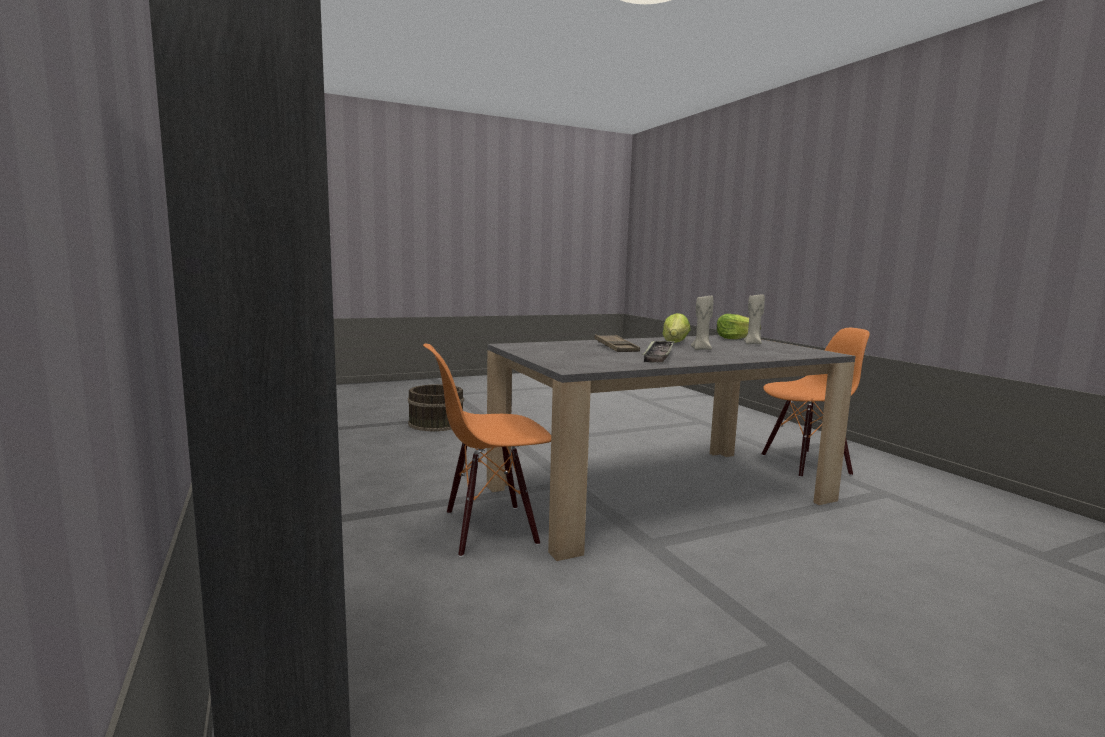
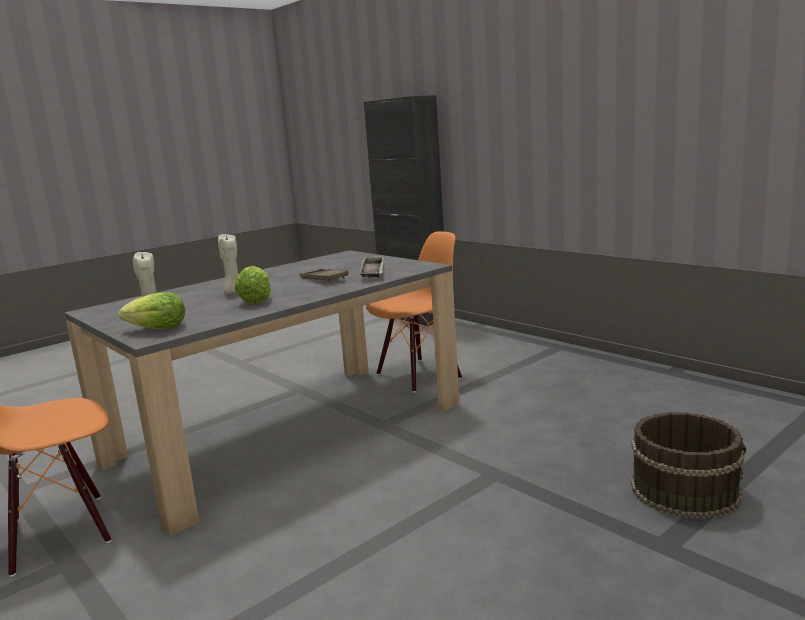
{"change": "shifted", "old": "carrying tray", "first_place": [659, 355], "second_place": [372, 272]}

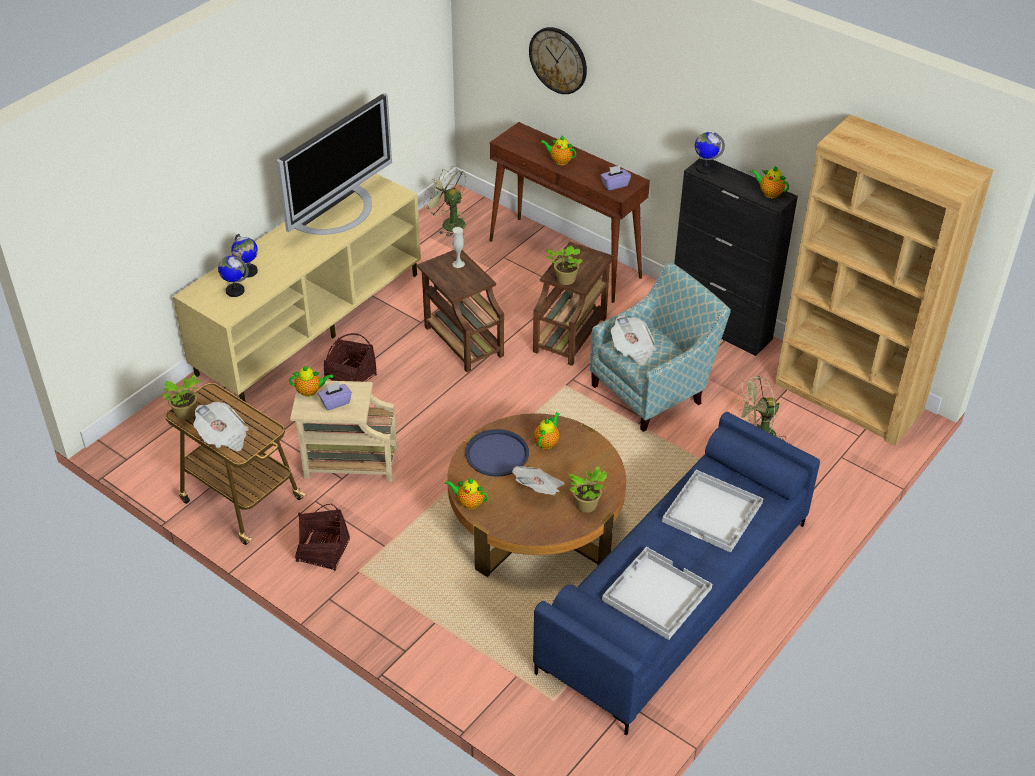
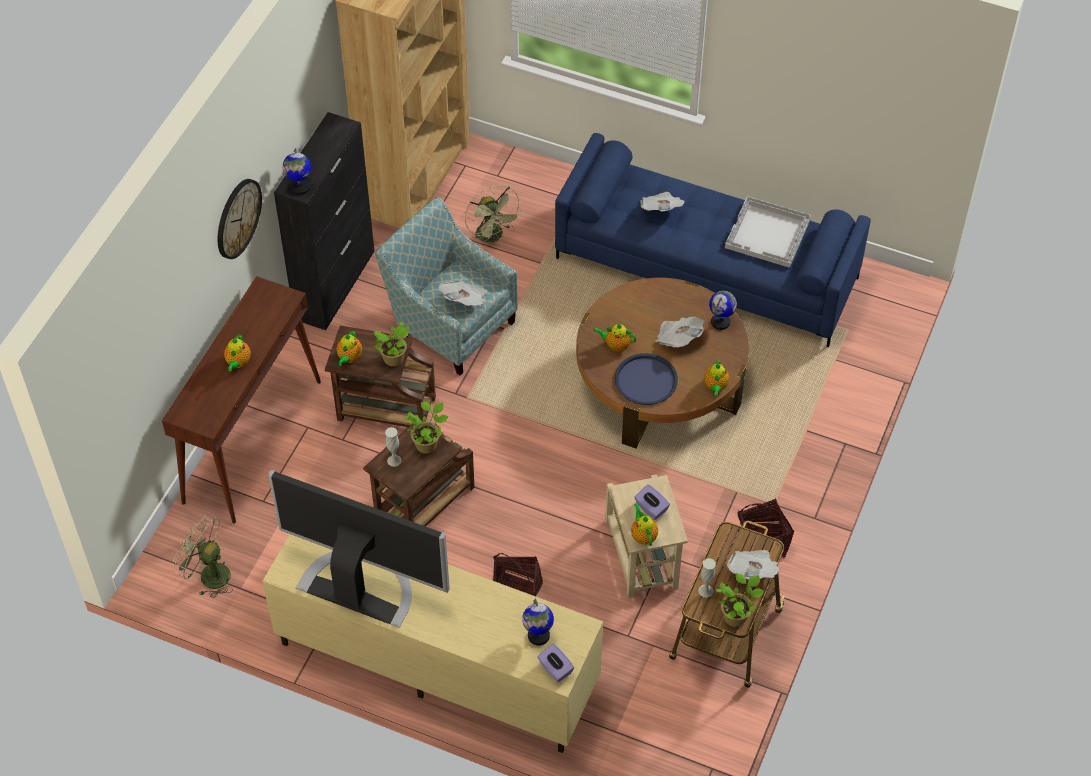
{"change": "shifted", "old": "desk globe", "first_place": [248, 271], "second_place": [720, 322]}
{"change": "rotated", "old": "electric fan (green-coloured)", "first_place": [448, 223], "second_place": [208, 574], "degrees": 90}
{"change": "shifted", "old": "wall clock", "first_place": [558, 60], "second_place": [237, 218]}
{"change": "shifted", "old": "houseplant", "first_place": [587, 506], "second_place": [427, 444]}
{"change": "shifted", "old": "tissue box (purple-coloured)", "first_place": [614, 185], "second_place": [555, 669]}
{"change": "swapped", "old": "carrying tray (white-coloured)", "new": "daily paper", "first_place": [713, 512], "second_place": [661, 210]}
{"change": "shifted", "old": "pot for tea", "first_place": [769, 193], "second_place": [349, 358]}
{"change": "new", "new": "flower vase (white-coloured)", "second_place": [705, 591]}

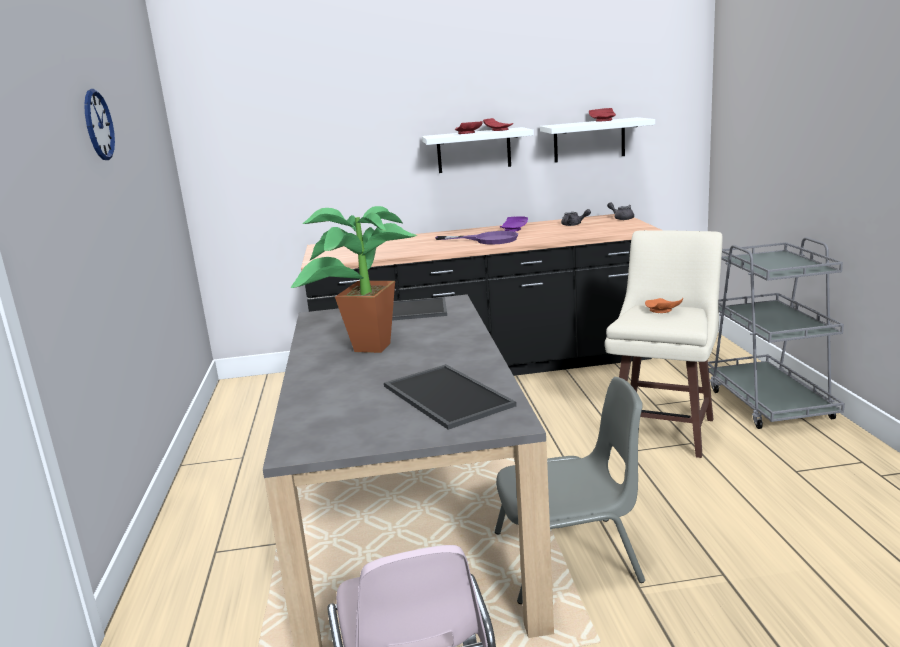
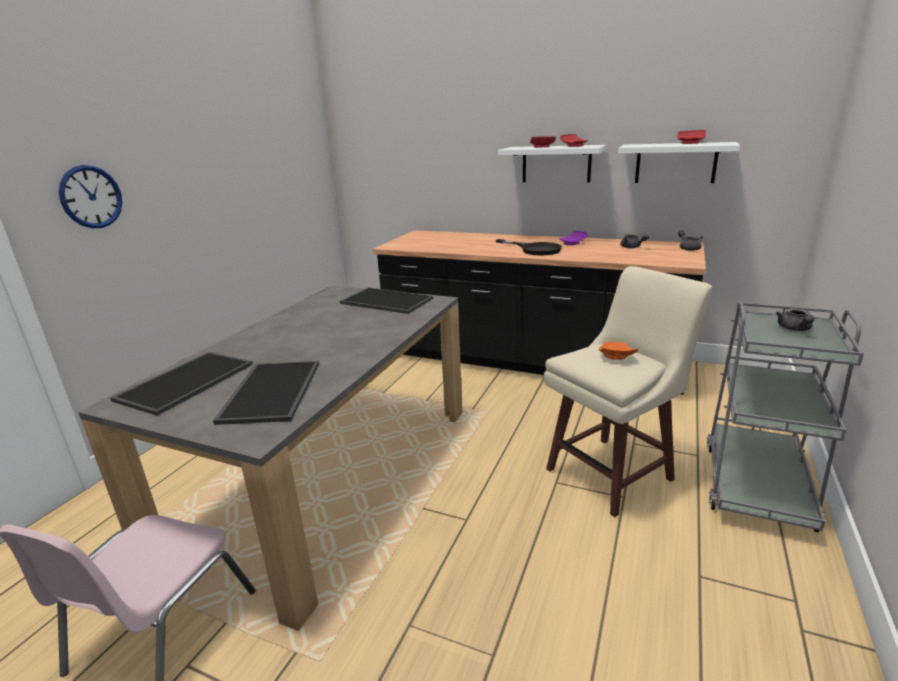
{"change": "shifted", "old": "wall clock", "first_place": [98, 125], "second_place": [91, 197]}
{"change": "gone", "old": "houseplant", "first_place": [365, 350]}
{"change": "repainted", "old": "pan (purple-coloured)", "new": "pan (black-coloured)", "first_place": [488, 240], "second_place": [535, 249]}
{"change": "gone", "old": "plain chair (gray)", "first_place": [568, 557]}
{"change": "new", "new": "carrying tray", "second_place": [186, 381]}
{"change": "new", "new": "pot for tea (gray)", "second_place": [795, 329]}

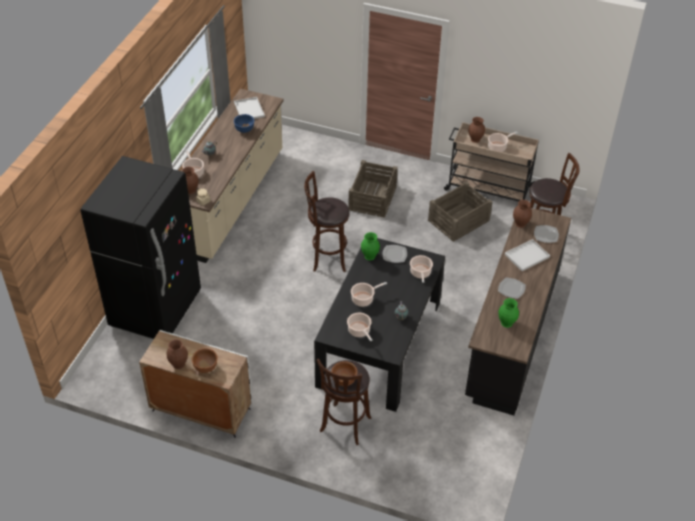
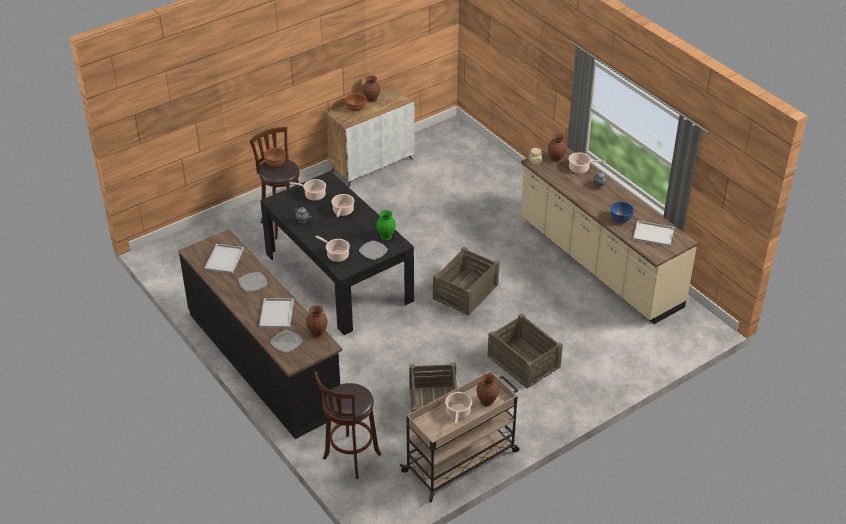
{"change": "gone", "old": "kitchen fridge (black-coloured)", "first_place": [156, 309]}
{"change": "swapped", "old": "stool (brown-coloured)", "new": "shipping crate", "first_place": [327, 258], "second_place": [466, 291]}
{"change": "swapped", "old": "flower vase (green-coloured)", "new": "carrying tray (white-coloured)", "first_place": [506, 322], "second_place": [224, 260]}

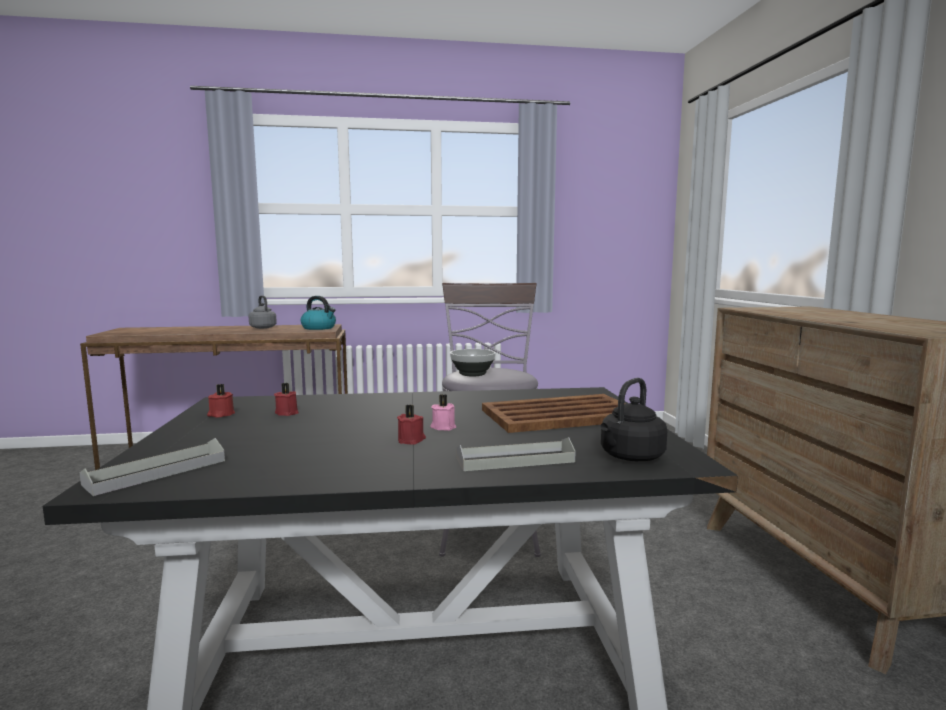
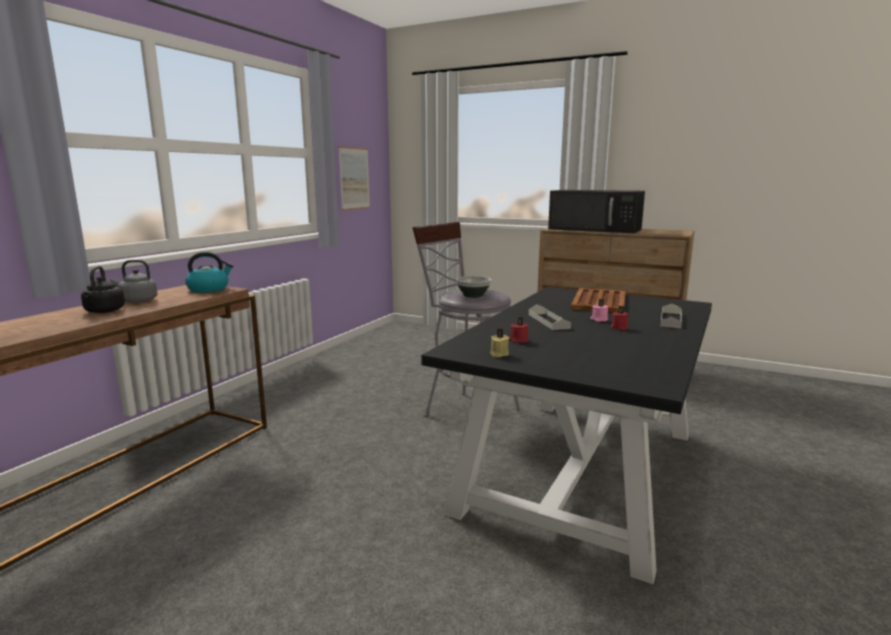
{"change": "shifted", "old": "carrying tray (gray)", "first_place": [157, 472], "second_place": [548, 321]}
{"change": "repainted", "old": "candle (red)", "new": "candle (beige)", "first_place": [220, 414], "second_place": [498, 354]}
{"change": "shifted", "old": "tea kettle (black-coloured)", "first_place": [630, 457], "second_place": [104, 311]}
{"change": "new", "new": "wall art", "second_place": [354, 178]}
{"change": "new", "new": "microwave oven (black-coloured)", "second_place": [596, 229]}

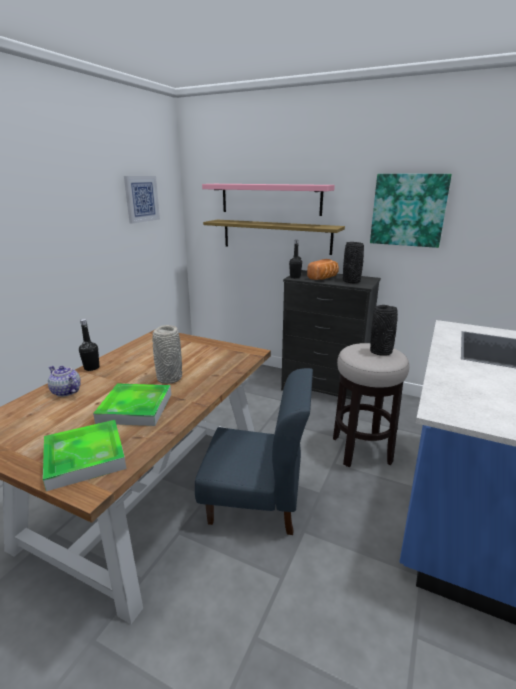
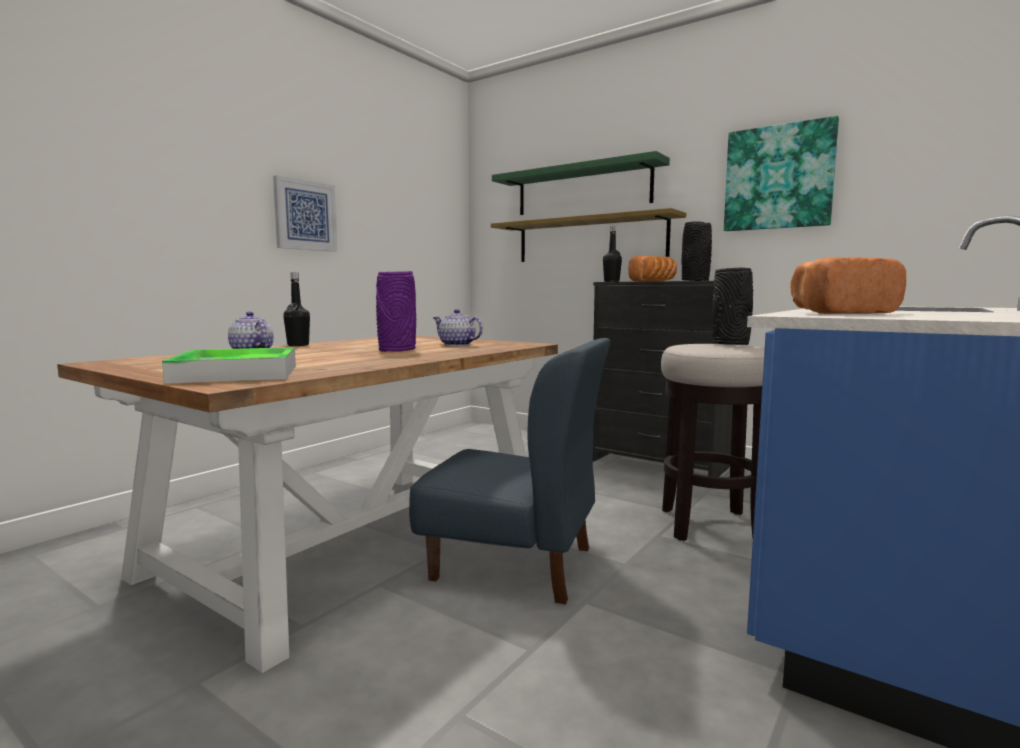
{"change": "gone", "old": "carrying tray", "first_place": [135, 408]}
{"change": "shifted", "old": "wall art", "first_place": [141, 199], "second_place": [305, 215]}
{"change": "repainted", "old": "flower vase (gray)", "new": "flower vase (purple-coloured)", "first_place": [169, 378], "second_place": [396, 350]}
{"change": "repainted", "old": "wall shelf (pink-coloured)", "new": "wall shelf (green-coloured)", "first_place": [270, 199], "second_place": [582, 189]}
{"change": "new", "new": "pot for tea", "second_place": [457, 345]}
{"change": "new", "new": "bread", "second_place": [839, 313]}

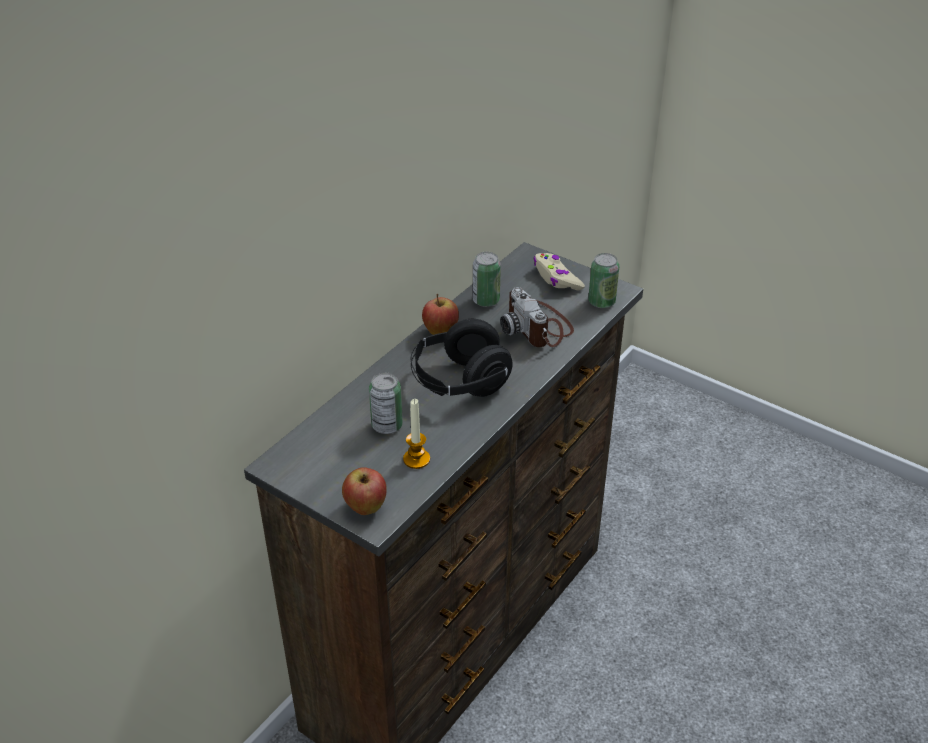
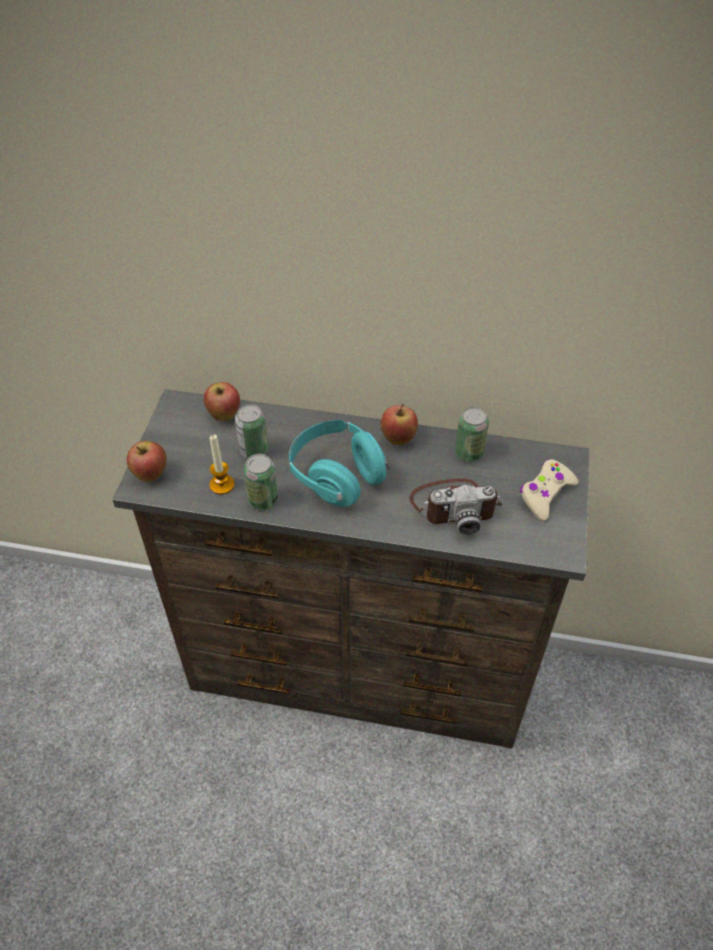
{"change": "repainted", "old": "headphones (black-coloured)", "new": "headphones (turquoise-coloured)", "first_place": [459, 382], "second_place": [337, 477]}
{"change": "rotated", "old": "still camera", "first_place": [538, 327], "second_place": [454, 506], "degrees": -135}
{"change": "shifted", "old": "sealed can", "first_place": [601, 302], "second_place": [263, 500]}
{"change": "new", "new": "whole apple", "second_place": [224, 415]}

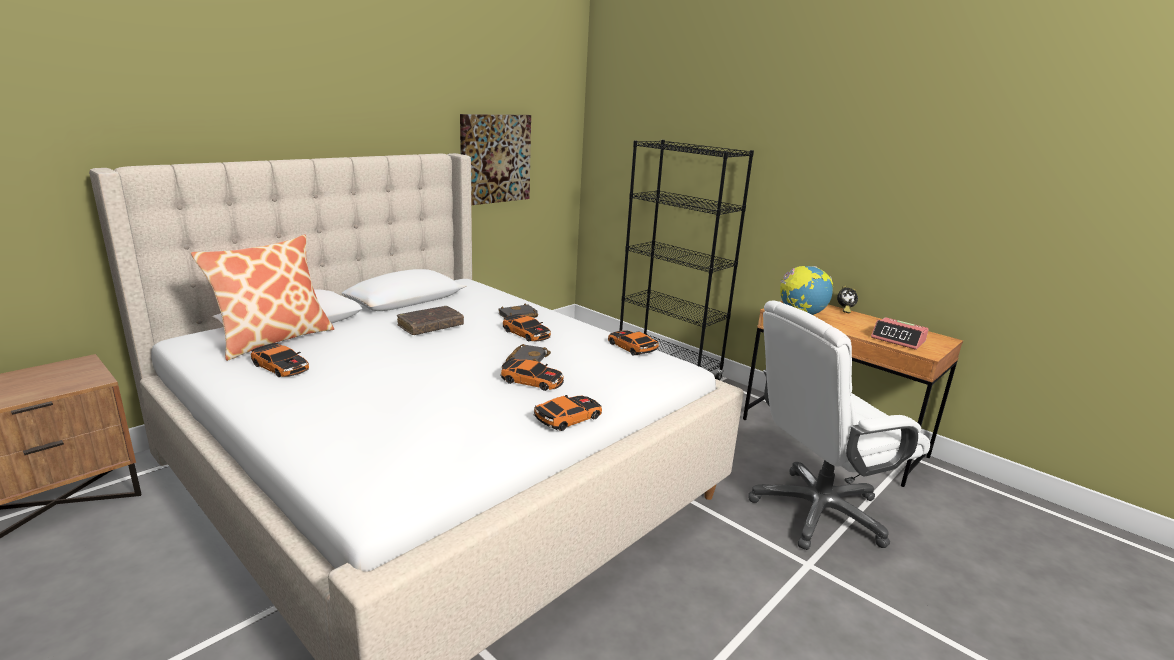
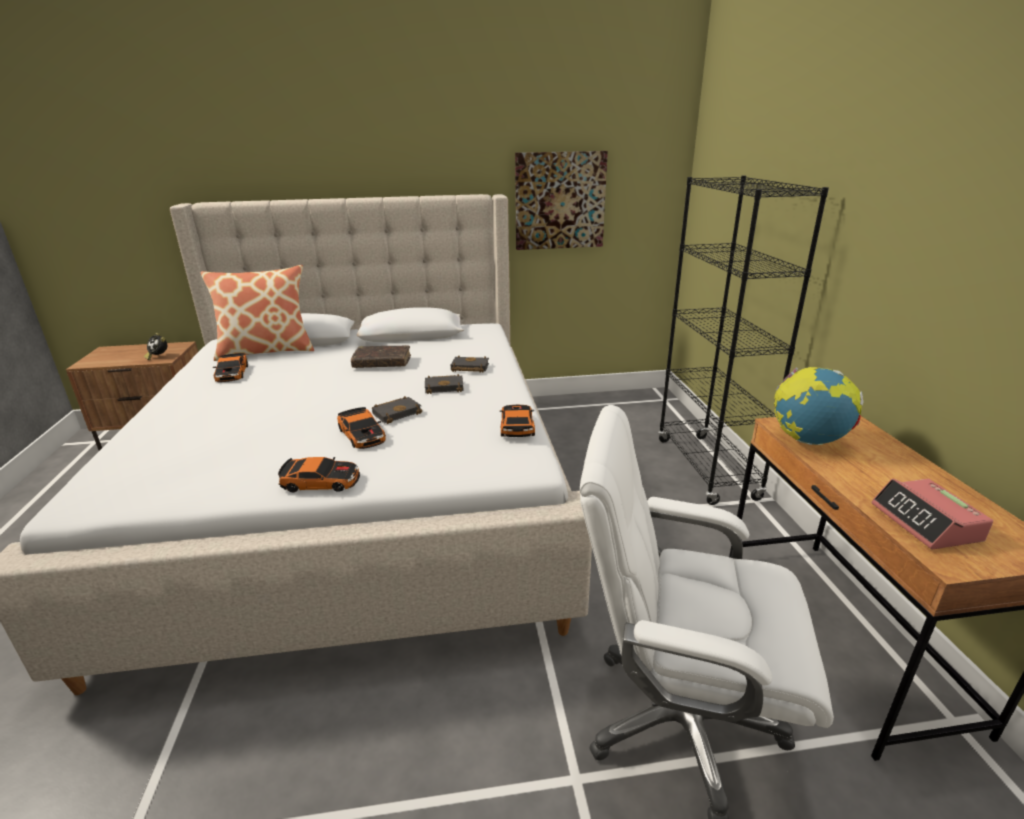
{"change": "swapped", "old": "model car", "new": "volume (black-coloured)", "first_place": [527, 333], "second_place": [445, 387]}
{"change": "shifted", "old": "table clock", "first_place": [844, 310], "second_place": [159, 357]}

